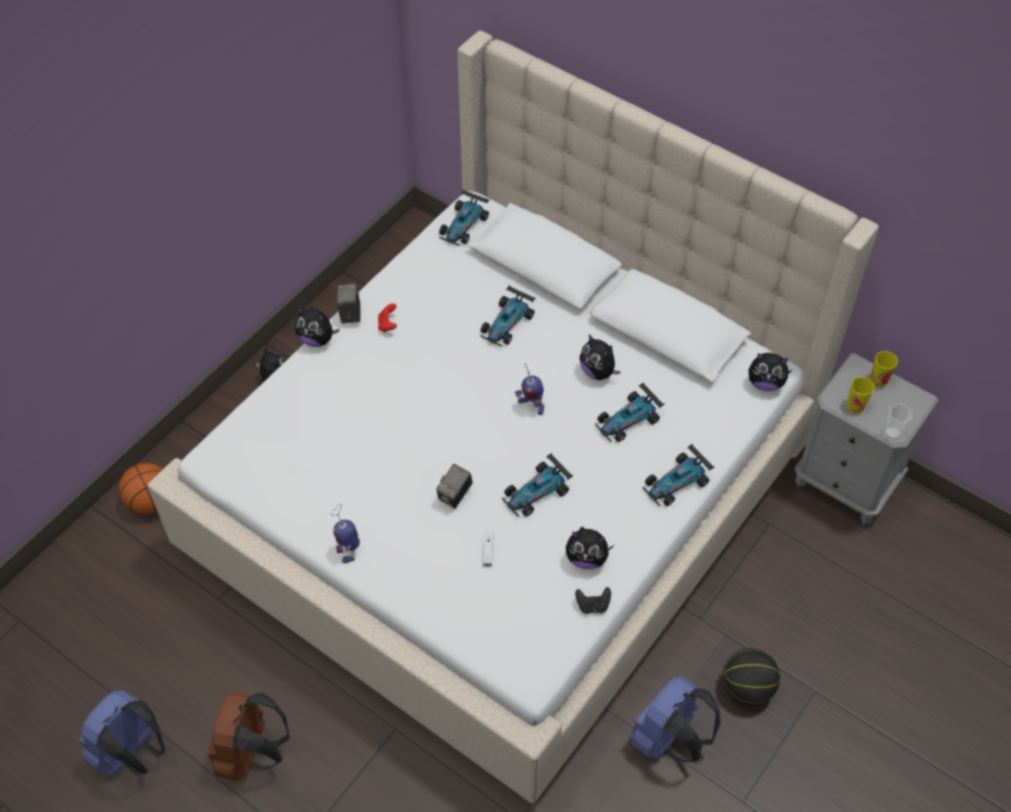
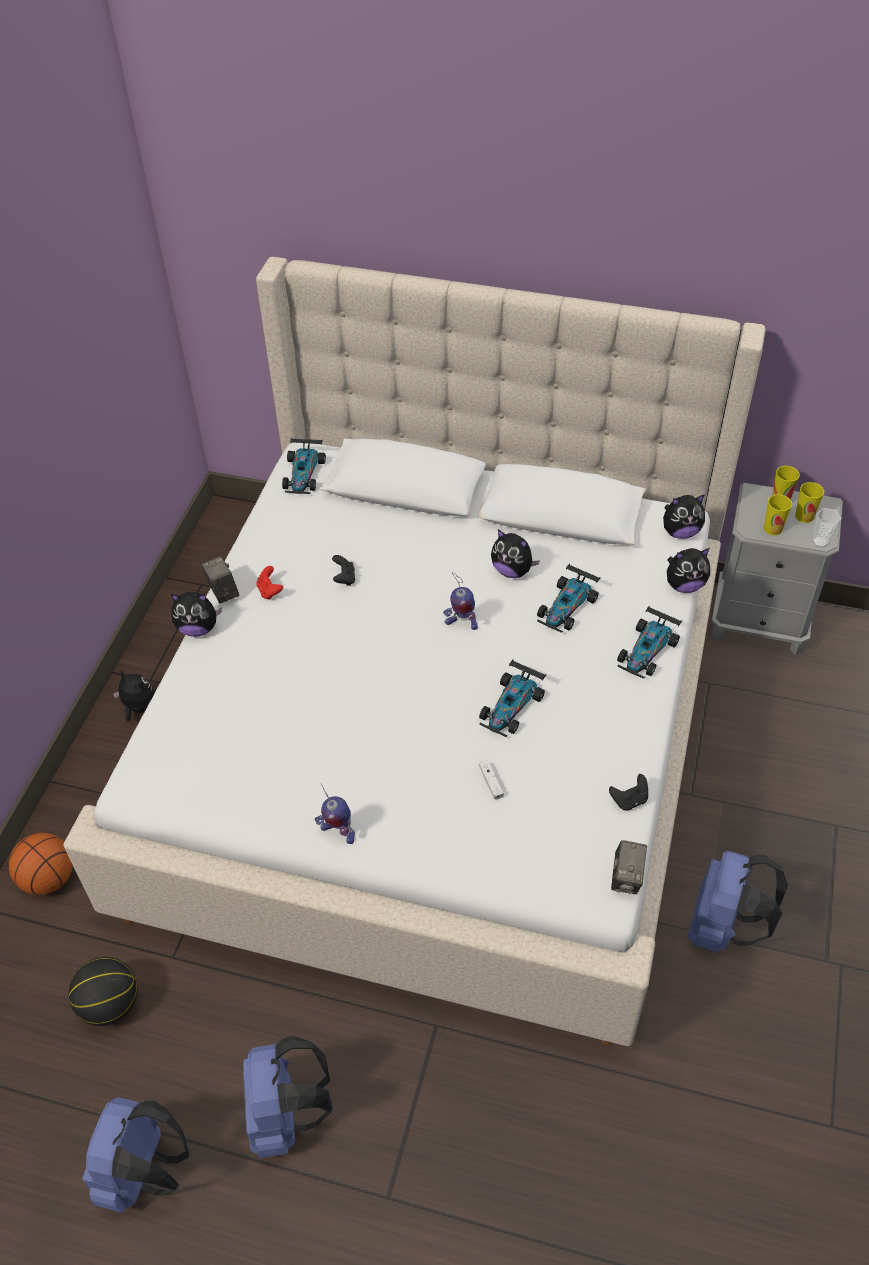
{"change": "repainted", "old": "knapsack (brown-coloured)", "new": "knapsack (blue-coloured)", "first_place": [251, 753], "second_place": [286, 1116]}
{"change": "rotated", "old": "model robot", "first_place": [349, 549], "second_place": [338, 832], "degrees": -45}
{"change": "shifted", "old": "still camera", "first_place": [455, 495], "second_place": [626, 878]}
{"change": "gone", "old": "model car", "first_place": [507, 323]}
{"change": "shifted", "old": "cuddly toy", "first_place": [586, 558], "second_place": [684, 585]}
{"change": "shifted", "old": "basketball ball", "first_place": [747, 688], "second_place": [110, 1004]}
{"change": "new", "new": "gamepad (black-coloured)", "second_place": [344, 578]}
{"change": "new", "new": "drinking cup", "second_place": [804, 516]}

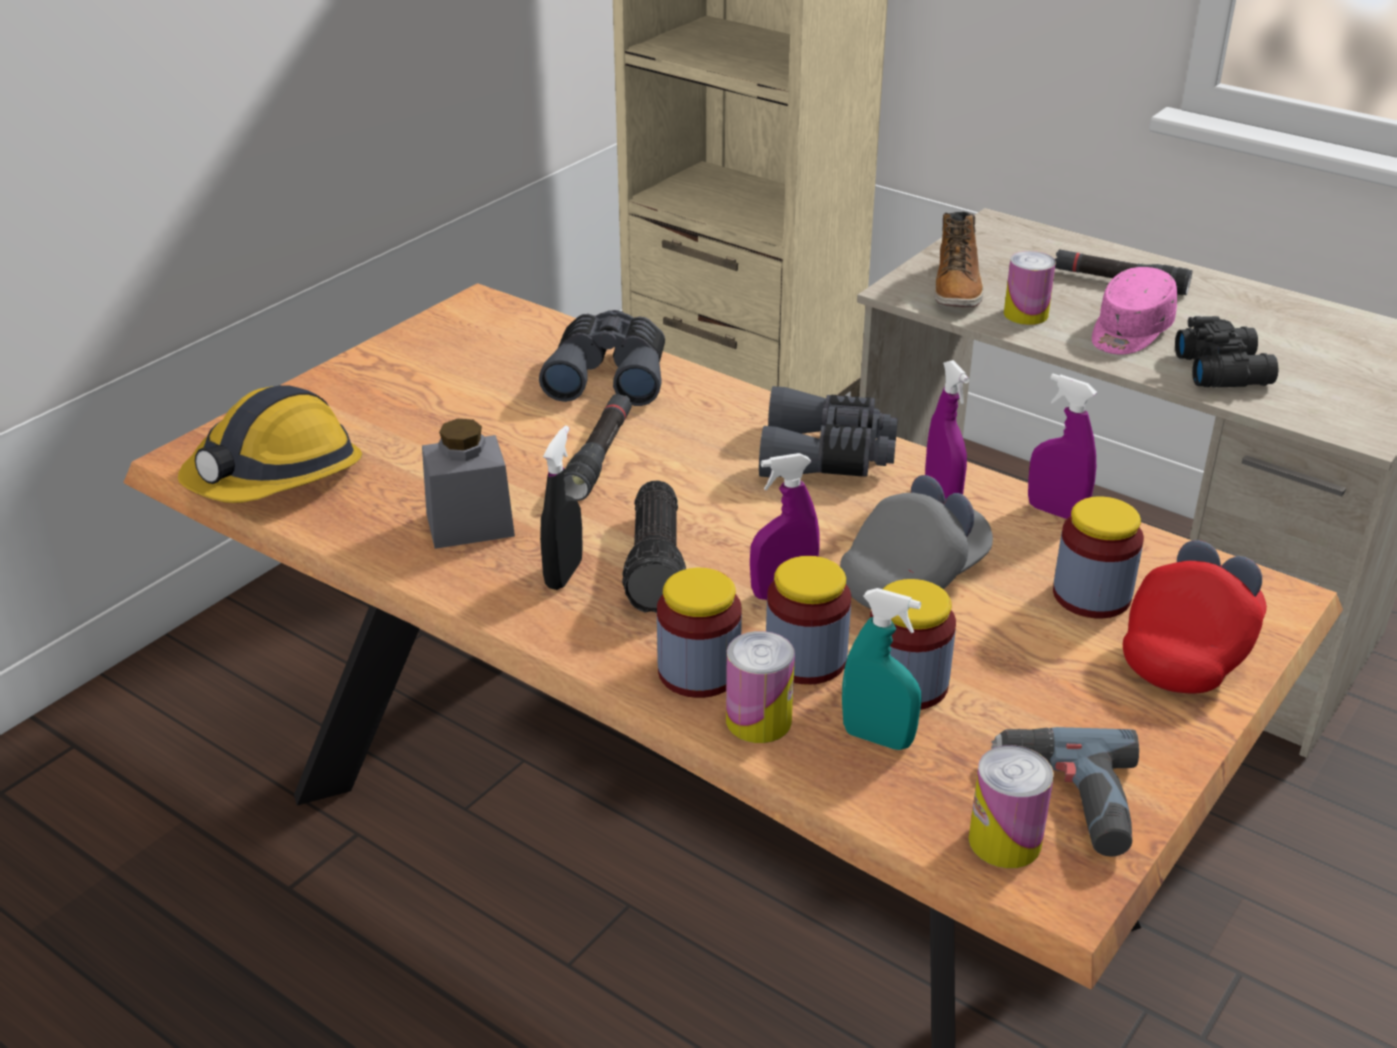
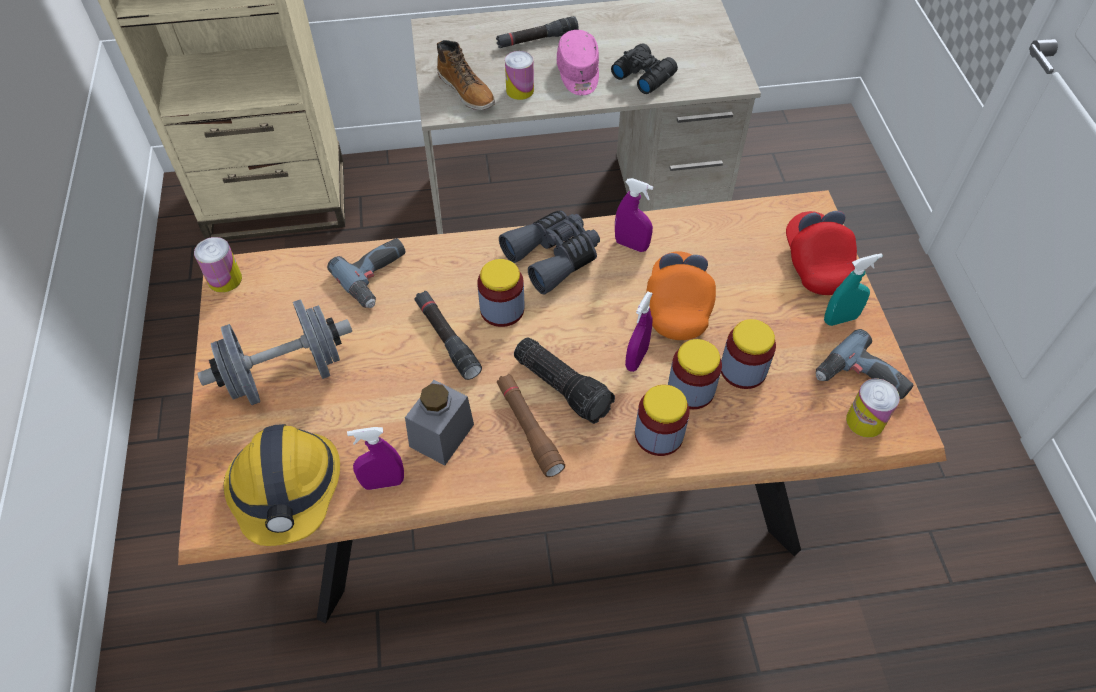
{"change": "swapped", "old": "pair of binoculars (gray)", "new": "power drill", "first_place": [609, 375], "second_place": [378, 277]}
{"change": "swapped", "old": "hand sprayer (black-coloured)", "new": "torch (brown-coloured)", "first_place": [563, 574], "second_place": [528, 428]}
{"change": "shifted", "old": "sealed can", "first_place": [758, 720], "second_place": [225, 279]}
{"change": "repainted", "old": "peaked cap (gray)", "new": "peaked cap (orange-coloured)", "first_place": [914, 578], "second_place": [677, 306]}
{"change": "shifted", "old": "hand sprayer (turquoise-coloured)", "first_place": [877, 738], "second_place": [840, 319]}
{"change": "shifted", "old": "hand sprayer (purple-coloured)", "first_place": [1055, 512], "second_place": [383, 482]}
{"change": "shifted", "old": "jar", "first_place": [1091, 595], "second_place": [502, 309]}
{"change": "new", "new": "free weight (gray)", "second_place": [286, 374]}

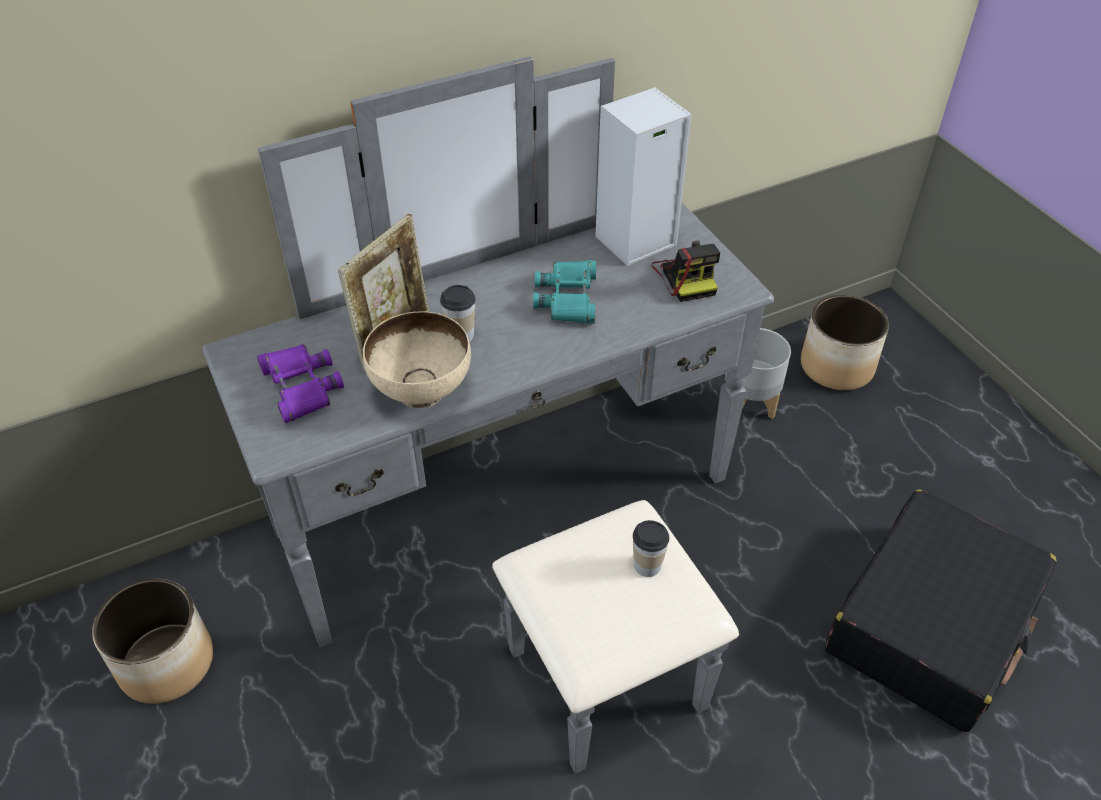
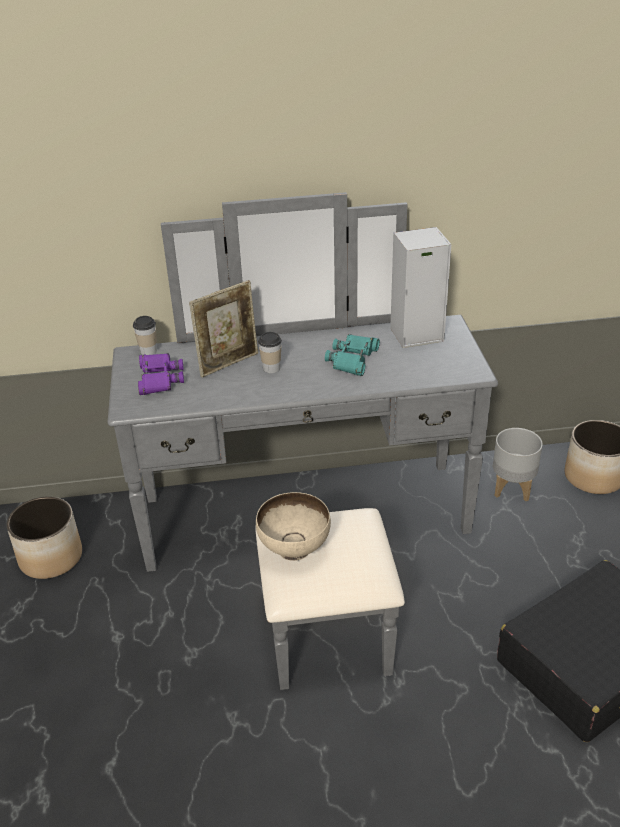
{"change": "shifted", "old": "serving bowl (beige)", "first_place": [422, 393], "second_place": [294, 549]}
{"change": "shifted", "old": "drinking cup", "first_place": [647, 565], "second_place": [148, 351]}
{"change": "gone", "old": "still camera", "first_place": [686, 277]}

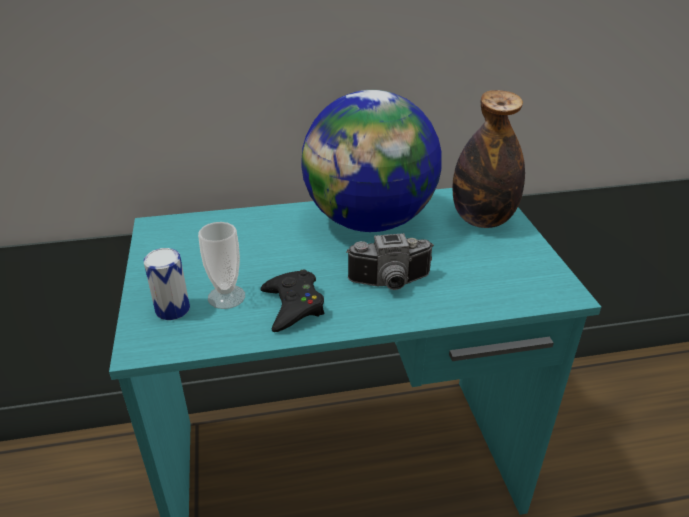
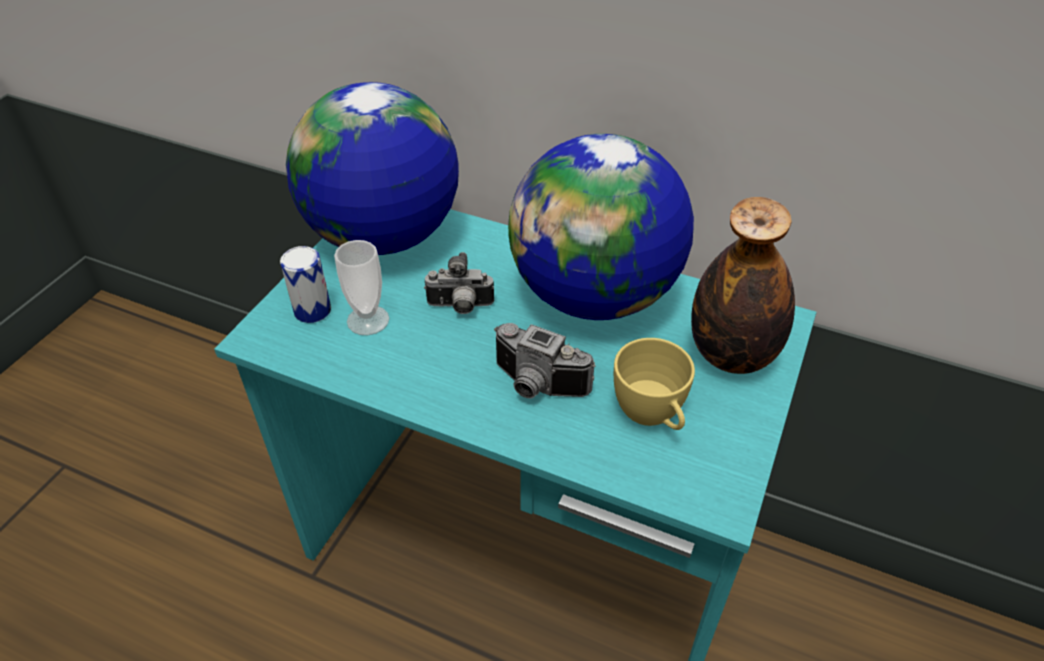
{"change": "gone", "old": "gamepad (black-coloured)", "first_place": [293, 306]}
{"change": "new", "new": "desk globe", "second_place": [383, 237]}
{"change": "new", "new": "still camera", "second_place": [460, 307]}
{"change": "new", "new": "drinking cup (yellowish)", "second_place": [652, 416]}

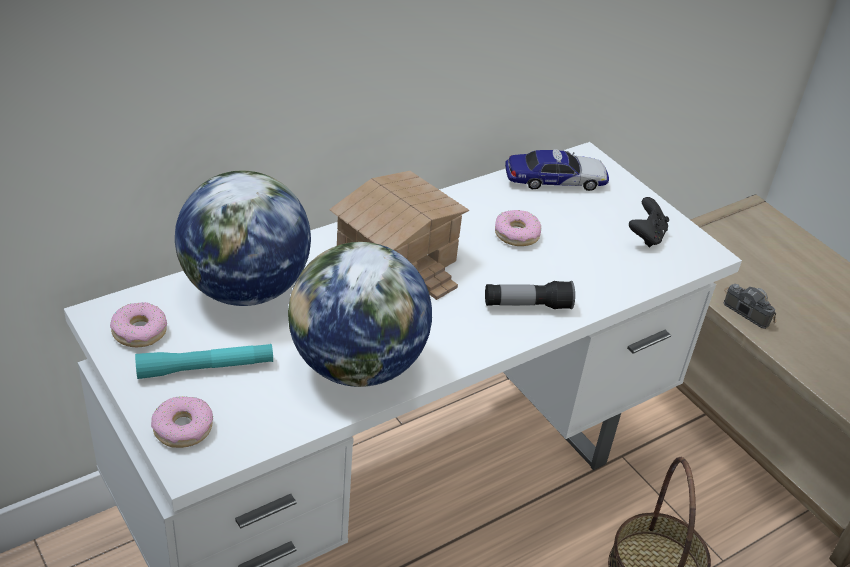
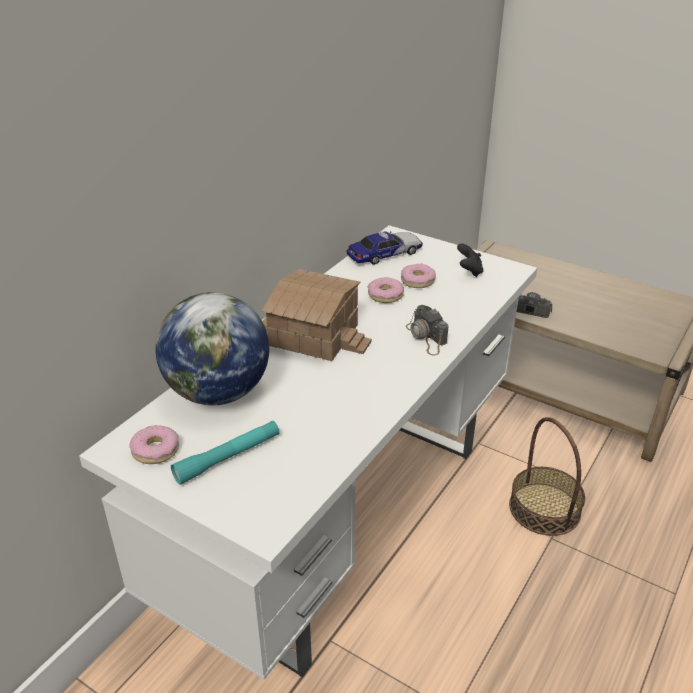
{"change": "shifted", "old": "ring doughnut", "first_place": [183, 428], "second_place": [417, 281]}
{"change": "gone", "old": "desk globe", "first_place": [357, 366]}
{"change": "swapped", "old": "torch", "new": "still camera", "first_place": [527, 305], "second_place": [426, 337]}

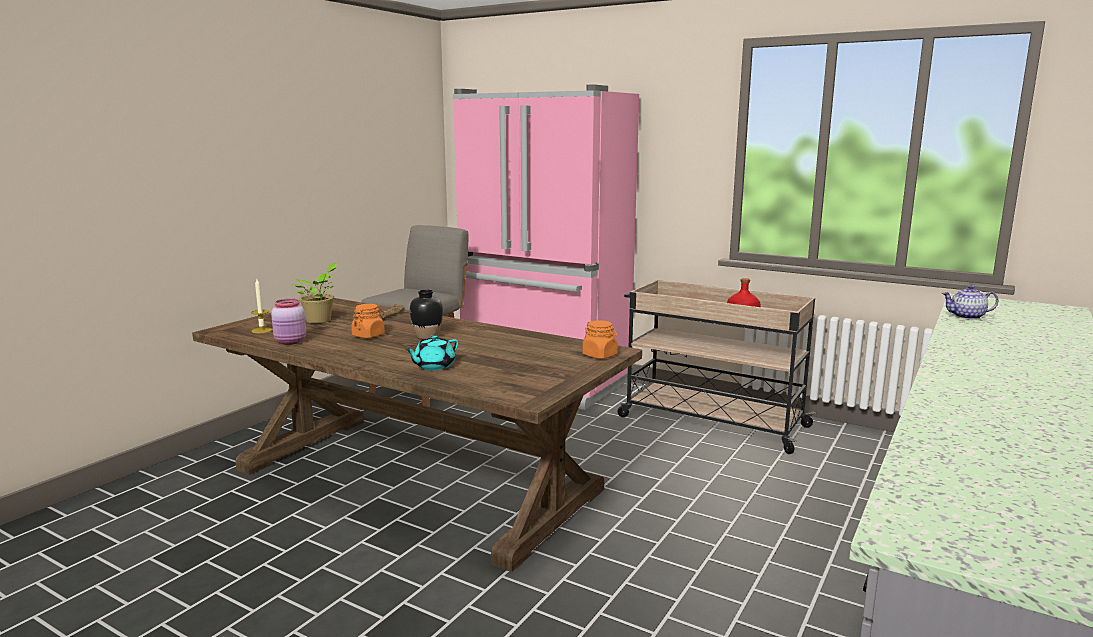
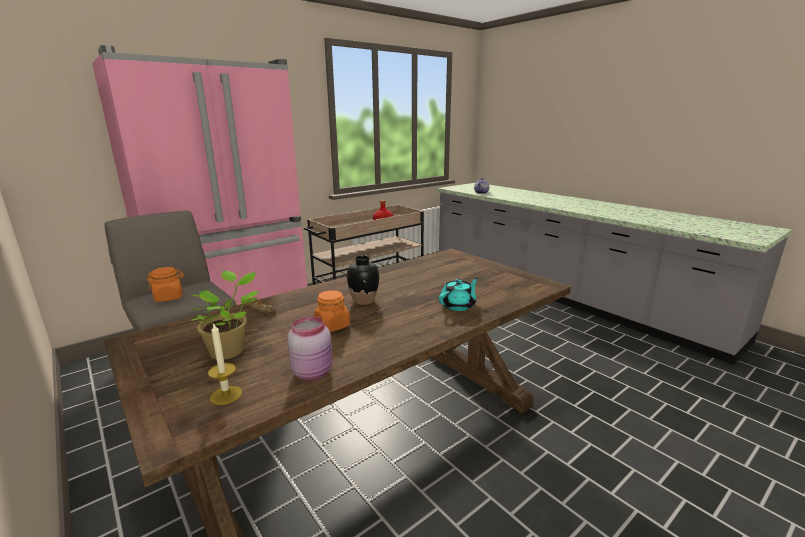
{"change": "rotated", "old": "pot for tea (turquoise-coloured)", "first_place": [433, 366], "second_place": [458, 305], "degrees": -105}
{"change": "shifted", "old": "jar (orange-coloured)", "first_place": [600, 355], "second_place": [169, 297]}

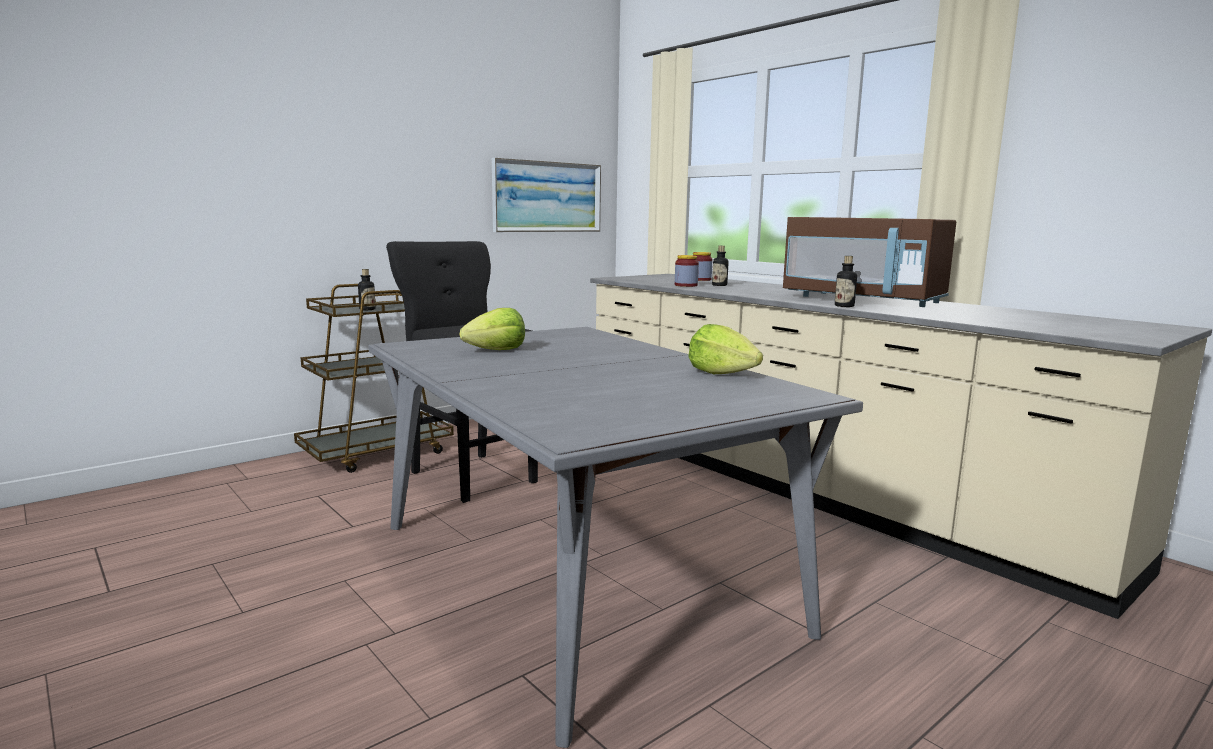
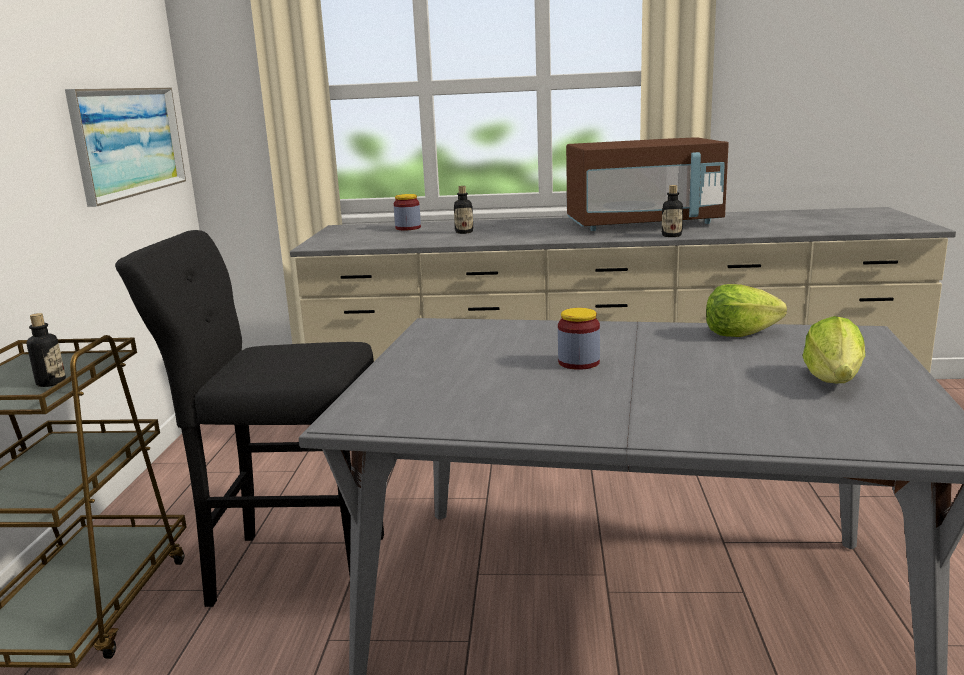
{"change": "shifted", "old": "head of lettuce", "first_place": [497, 350], "second_place": [833, 380]}
{"change": "shifted", "old": "jar", "first_place": [686, 285], "second_place": [579, 362]}

